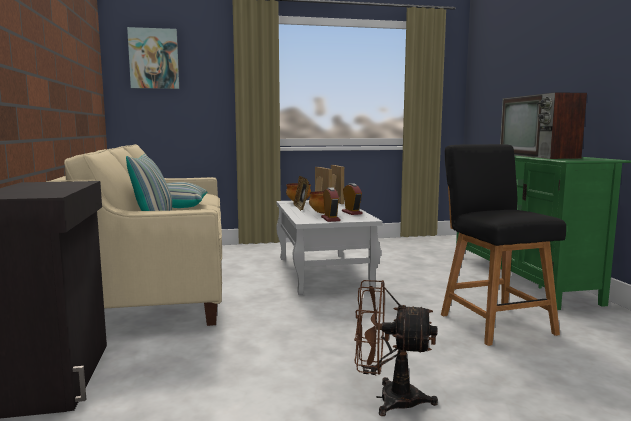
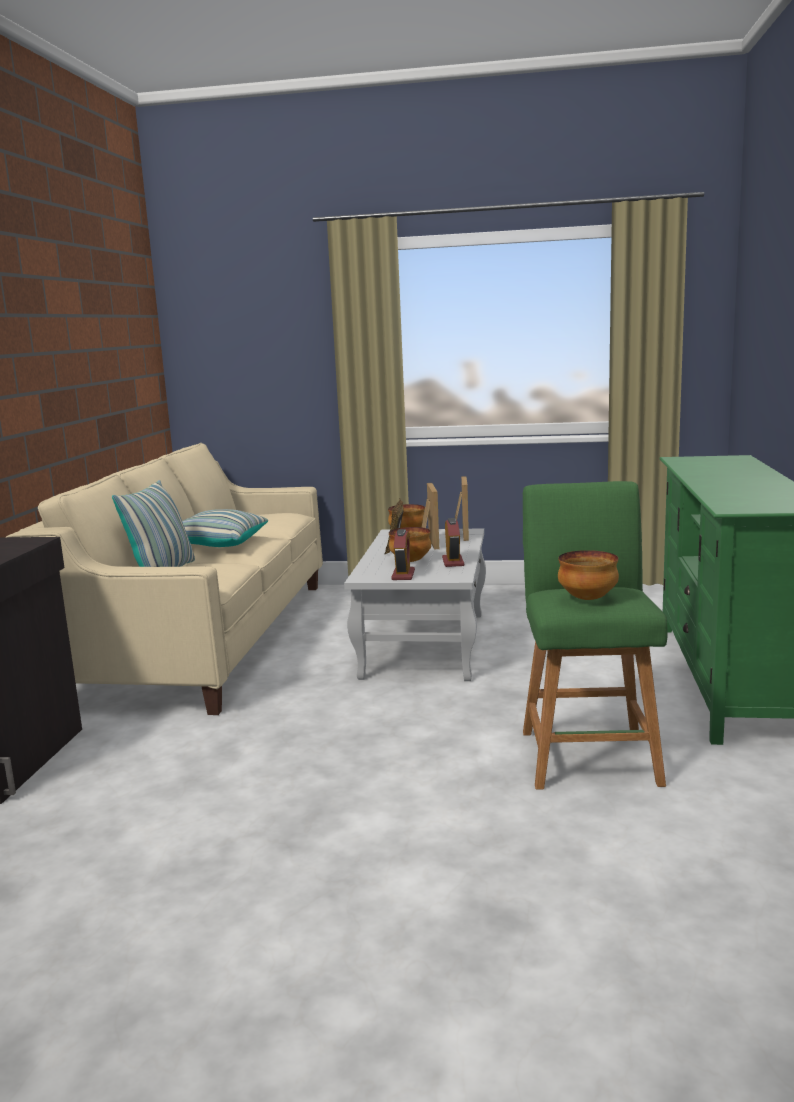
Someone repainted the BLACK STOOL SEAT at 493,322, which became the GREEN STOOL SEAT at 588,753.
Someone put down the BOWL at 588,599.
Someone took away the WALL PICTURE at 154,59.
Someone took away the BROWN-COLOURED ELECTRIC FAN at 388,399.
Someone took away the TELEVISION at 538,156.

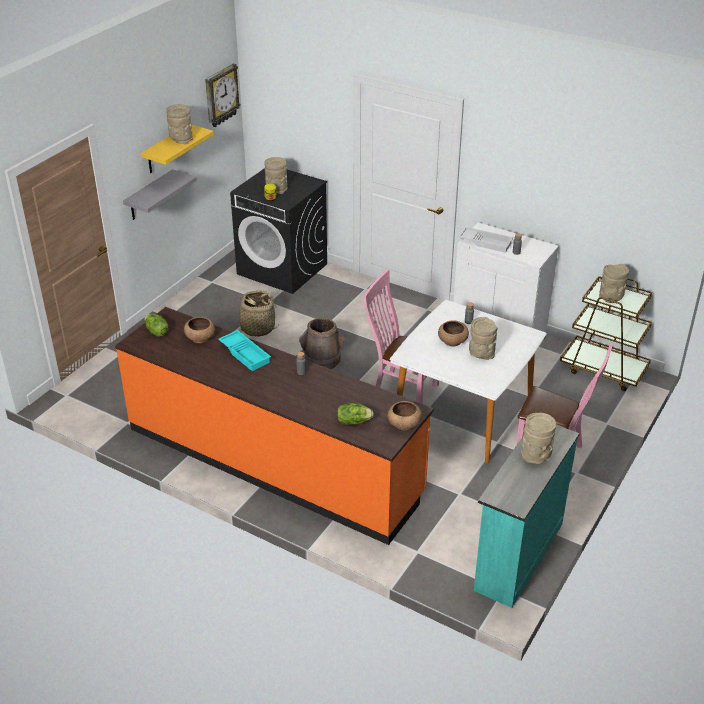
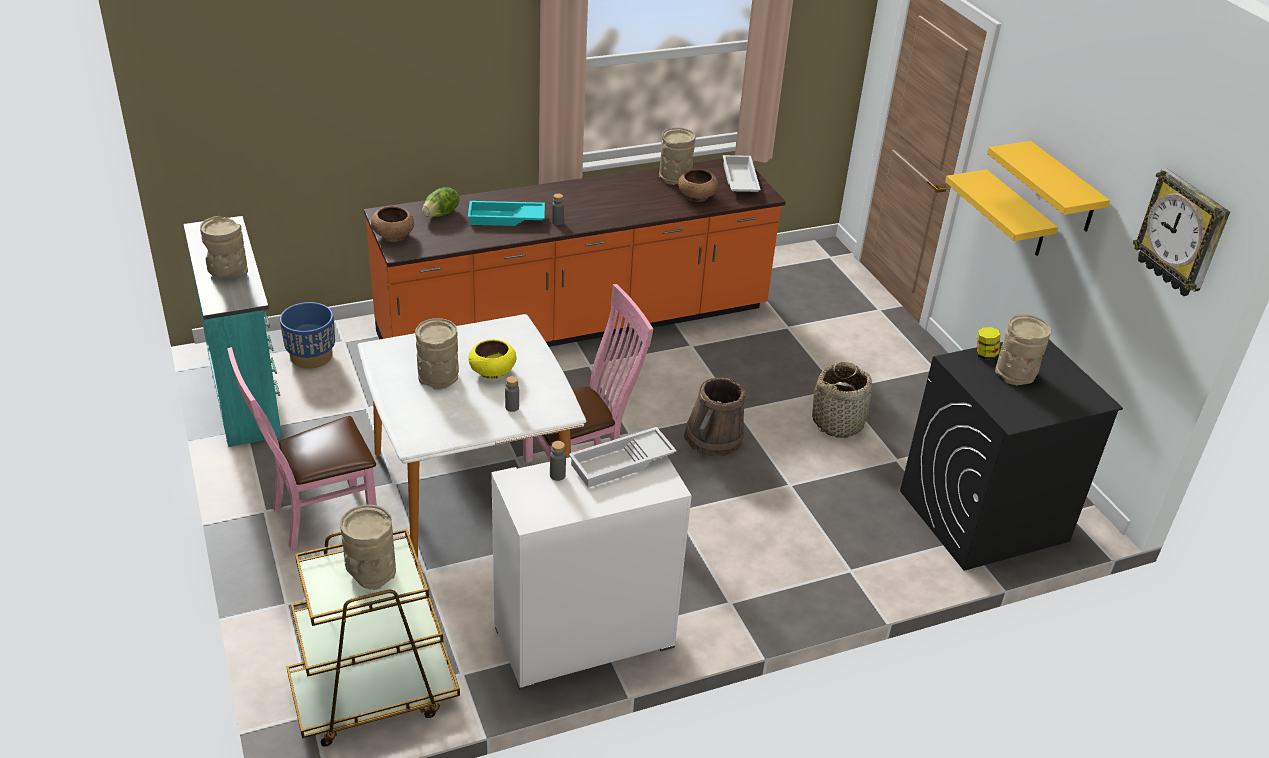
Someone put down the BLUISH PLANT POT at 311,356.
Someone carried the TURQUOISE-COLOURED SERVING TRAY from 245,353 to 505,219.
Someone repainted the BROWN-COLOURED BOWL at 452,341, which became the YELLOW BOWL at 492,371.
Someone carried the BEIGE-COLOURED VASE from 181,139 to 675,177.
Someone swapped the HEAD OF LETTUCE at 156,332 for the WHITE SERVING TRAY at 739,180.
Someone repainted the GRAY SHELF at 149,196, which became the YELLOW SHELF at 1016,215.

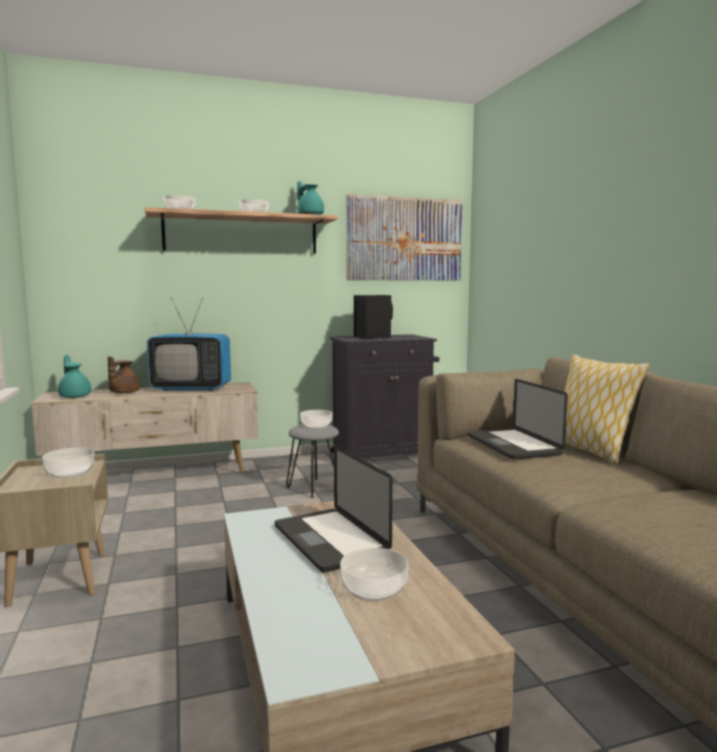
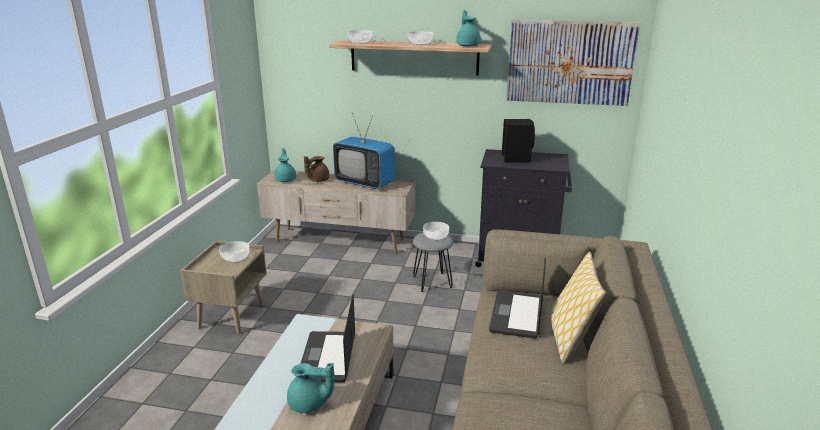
Someone swapped the BOWL at 374,590 for the TURQUOISE-COLOURED TEAPOT at 309,404.

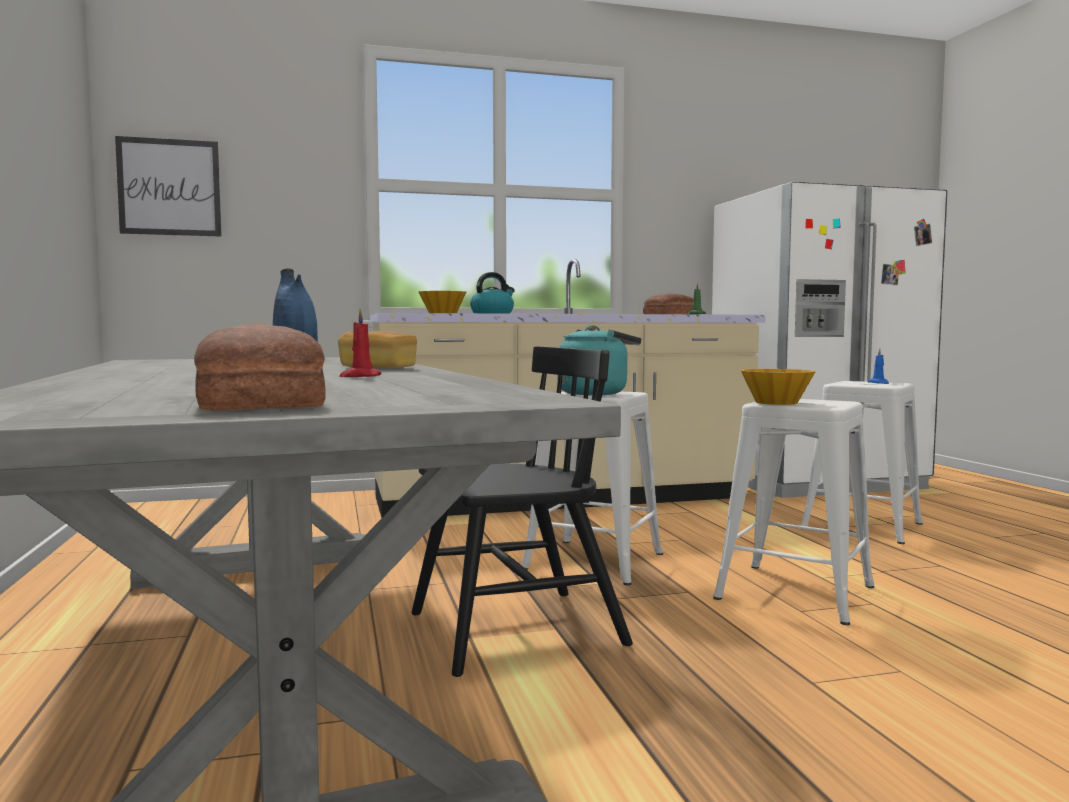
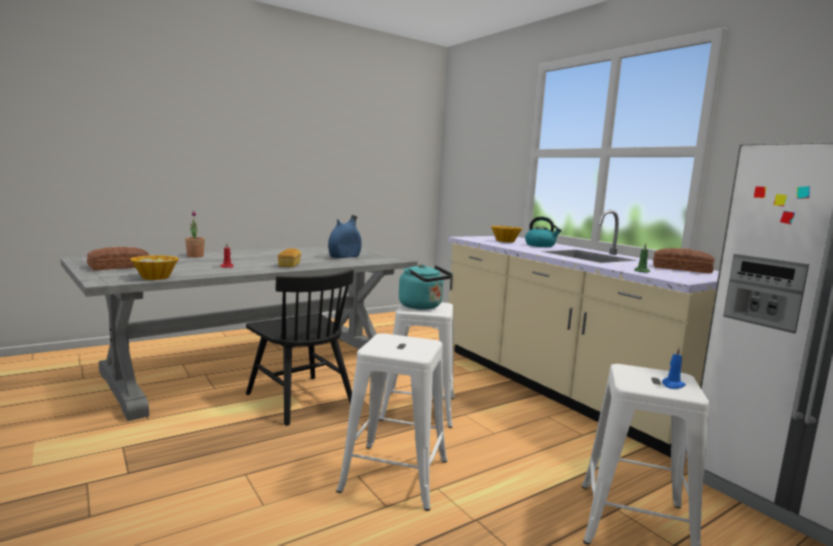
Someone carried the BOWL from 776,402 to 155,277.
Someone put down the PLANT IN A POT at 195,256.
Someone took away the WALL PICTURE at 169,187.

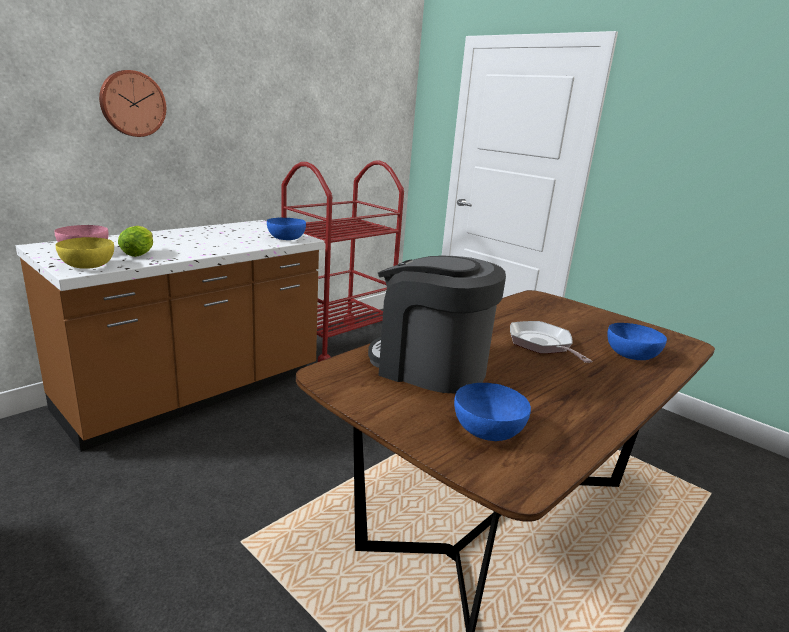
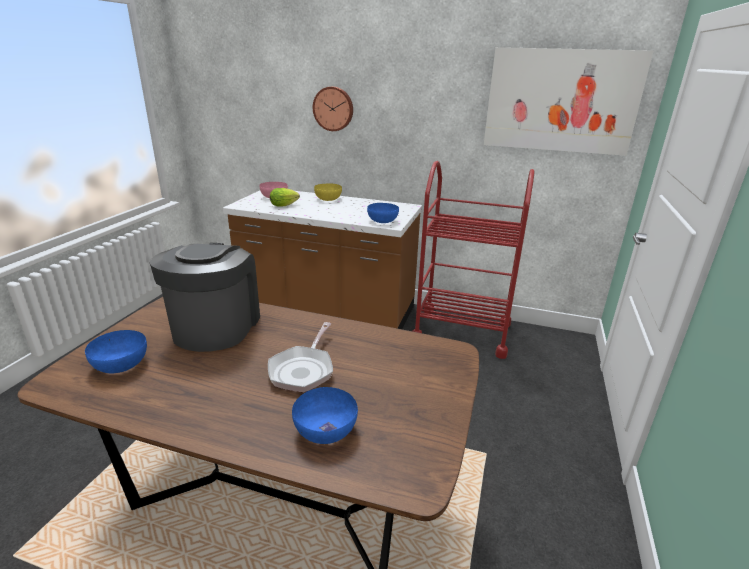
Someone rotated the SKILLET at 542,345 by 150 degrees clockwise.
Someone carried the YELLOW BOWL from 87,265 to 328,199.
Someone put up the WALL PICTURE at 561,101.

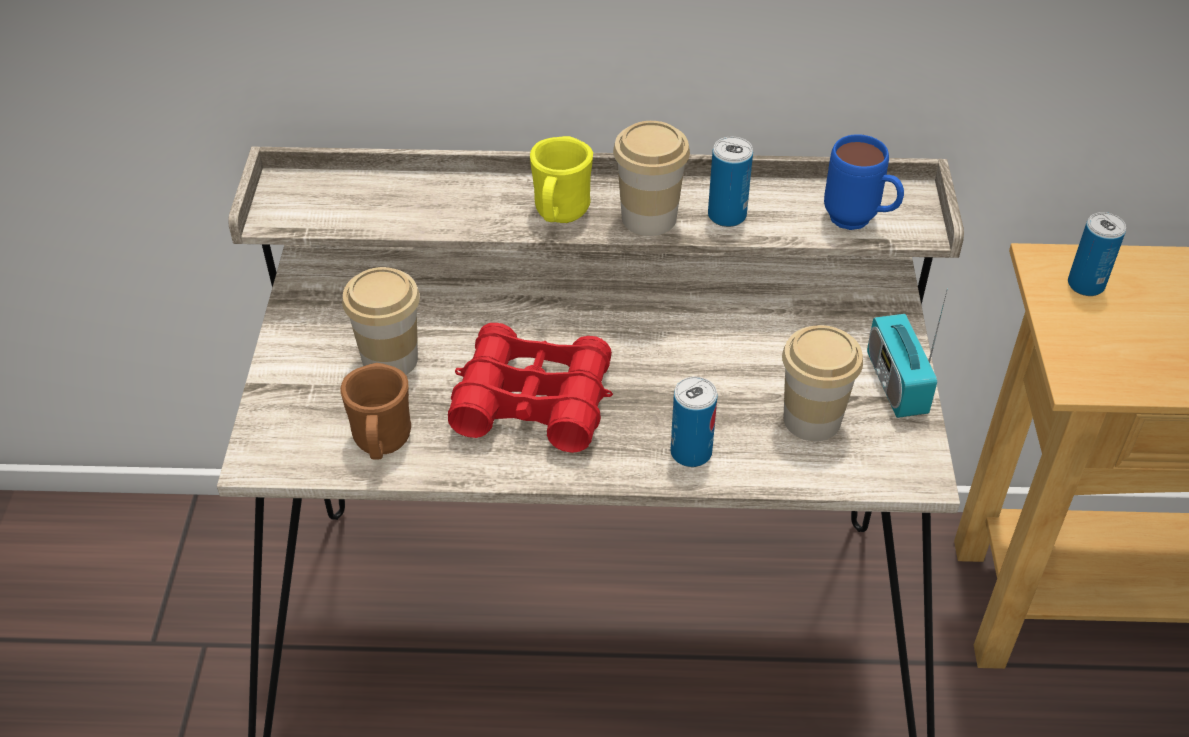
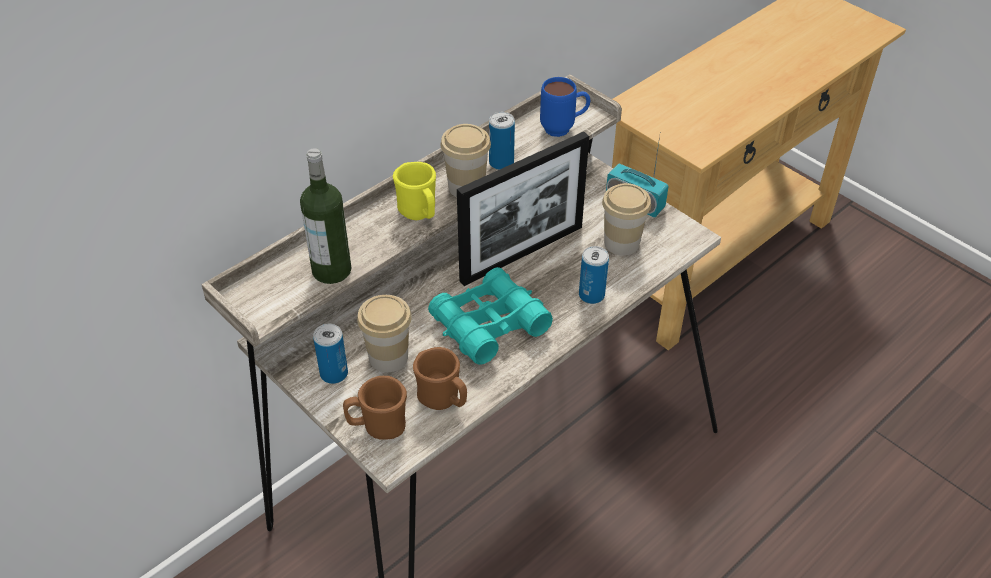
Someone put down the BEVERAGE BOTTLE at 331,270.
Someone carried the SEALED CAN from 1085,285 to 334,373.
Someone put down the BROWN-COLOURED TEA MUG at 378,426.
Someone repainted the RED-COLOURED FIELD GLASSES at 533,401, which became the TURQUOISE-COLOURED FIELD GLASSES at 489,325.
Someone put down the PICTURE FRAME at 522,253.

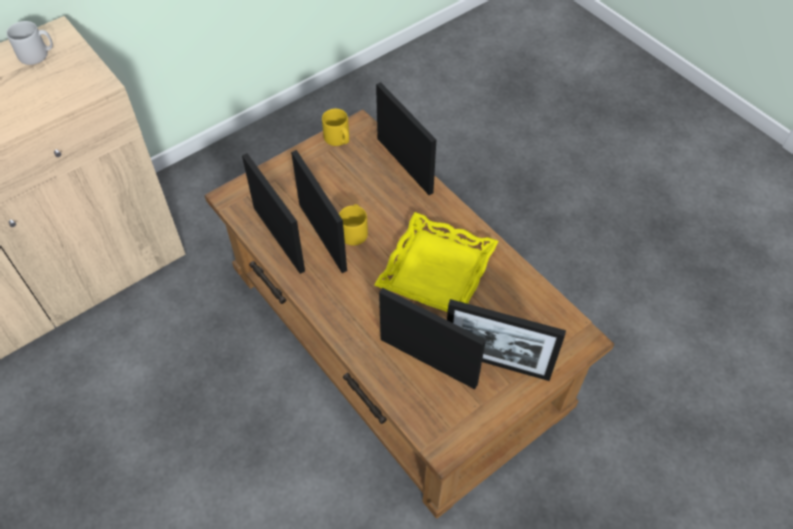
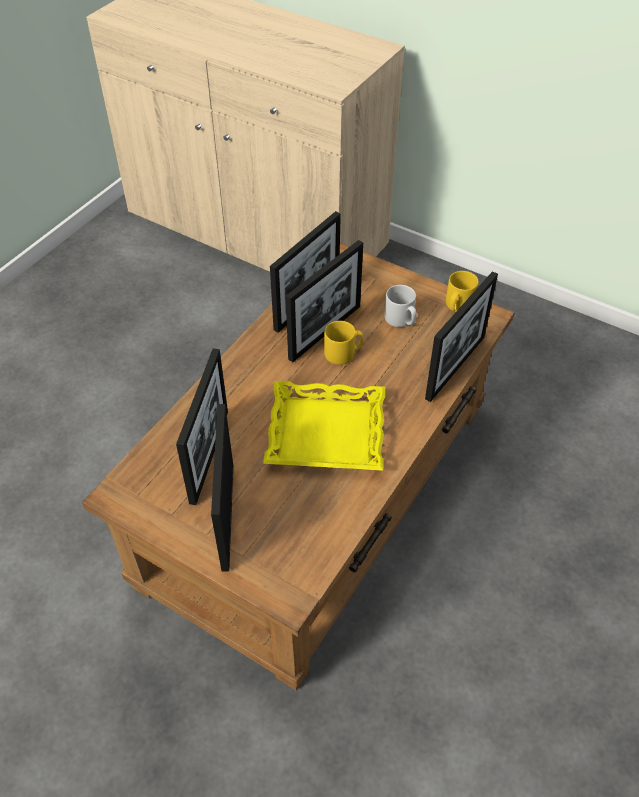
Someone carried the GRAY TEA MUG from 37,55 to 401,320.

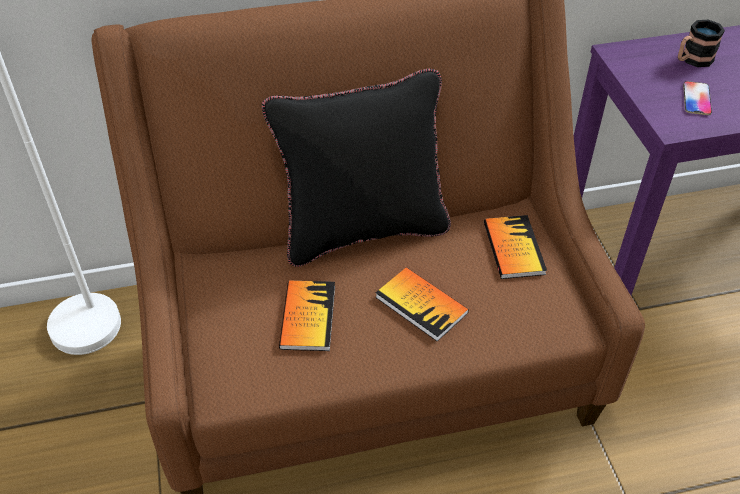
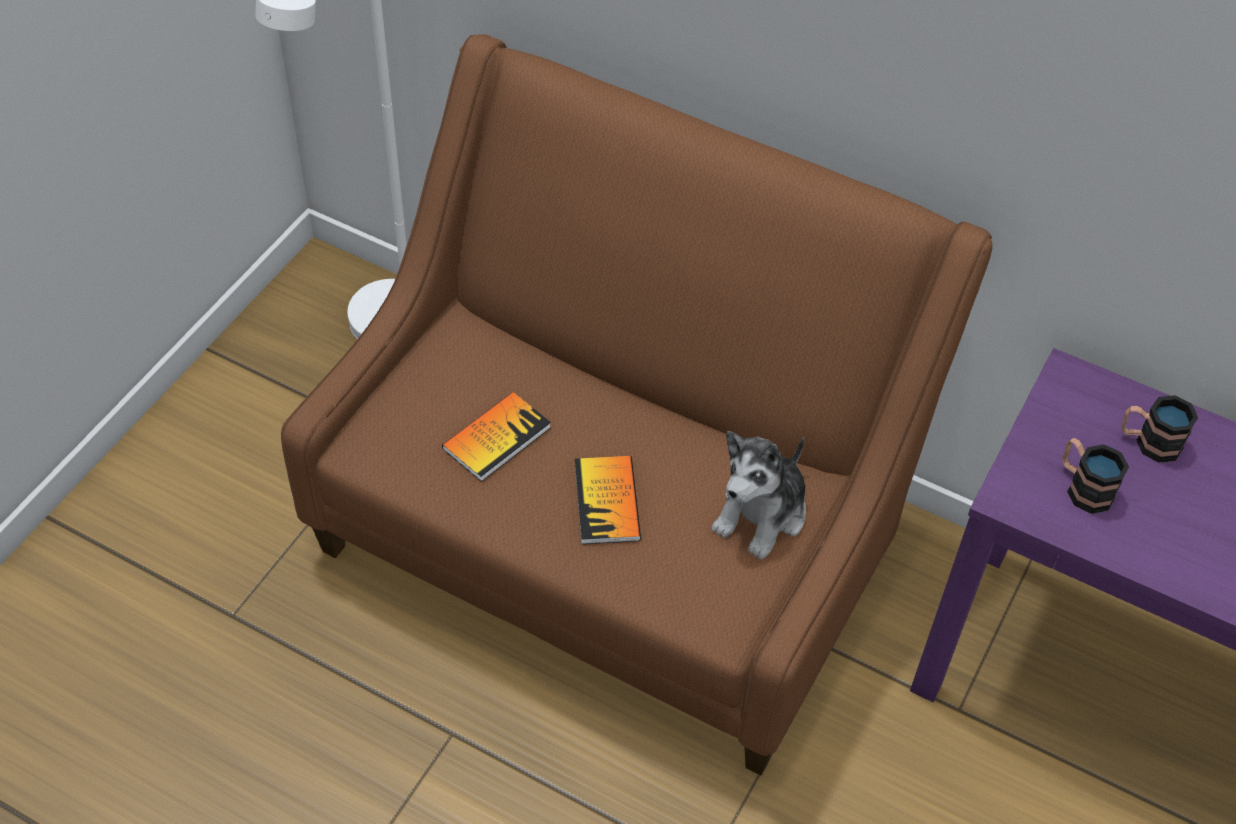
Someone swapped the BOUND BOOK at 513,248 for the CUDDLY TOY at 762,514.
Someone swapped the HANDSET at 696,99 for the TEA MUG at 1083,487.
Someone took away the BLACK CUSHION at 363,230.

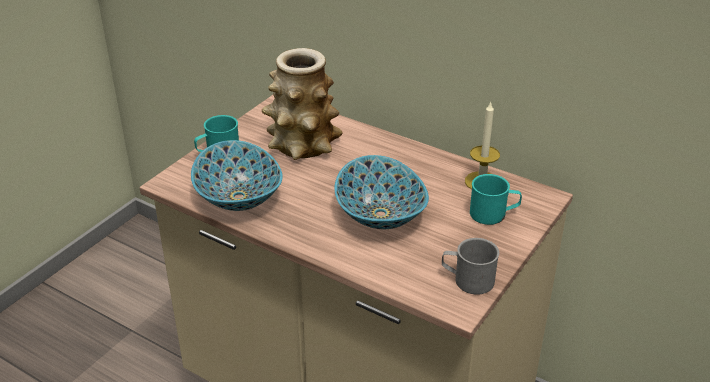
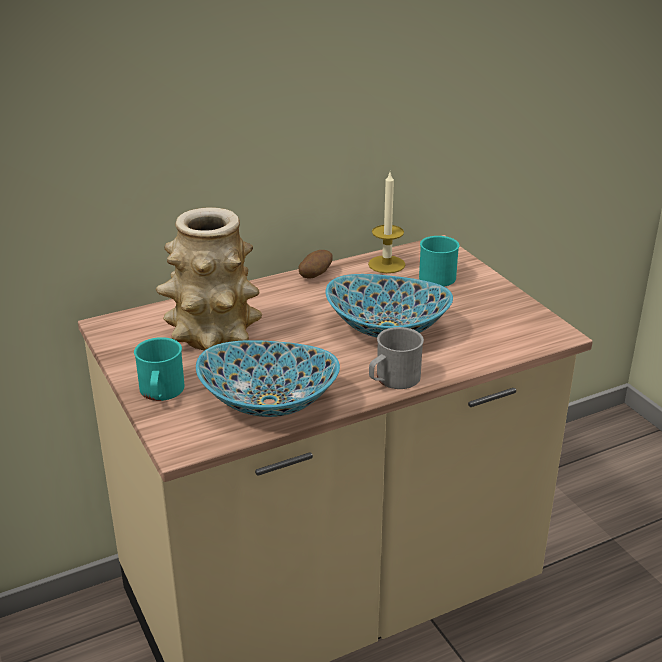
Someone put down the WHOLE POTATO at 315,275.
Someone carried the GRAY TEA MUG from 467,280 to 392,380.

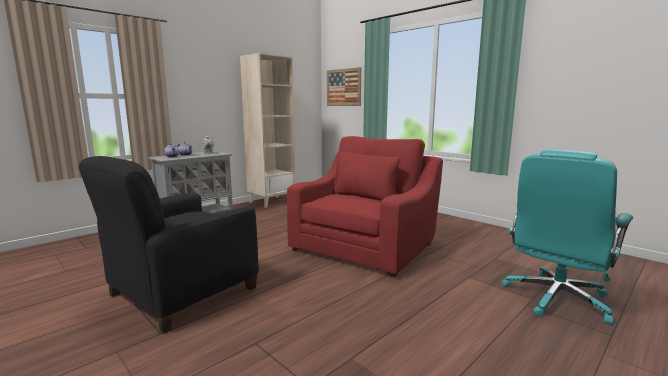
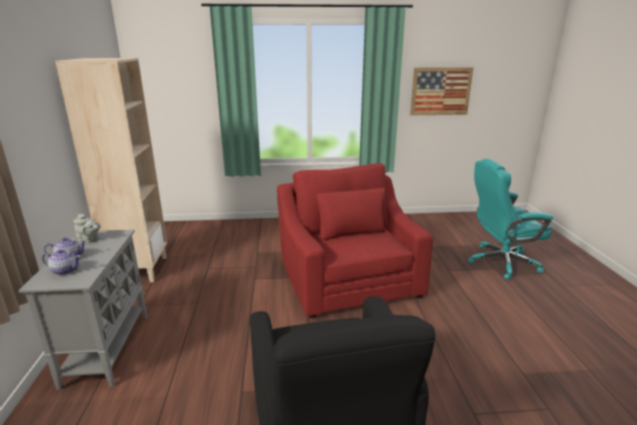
Someone carried the WALL PICTURE from 343,87 to 440,91.
Someone rotated the TURQUOISE-COLOURED DESK CHAIR at 556,299 by 90 degrees clockwise.

